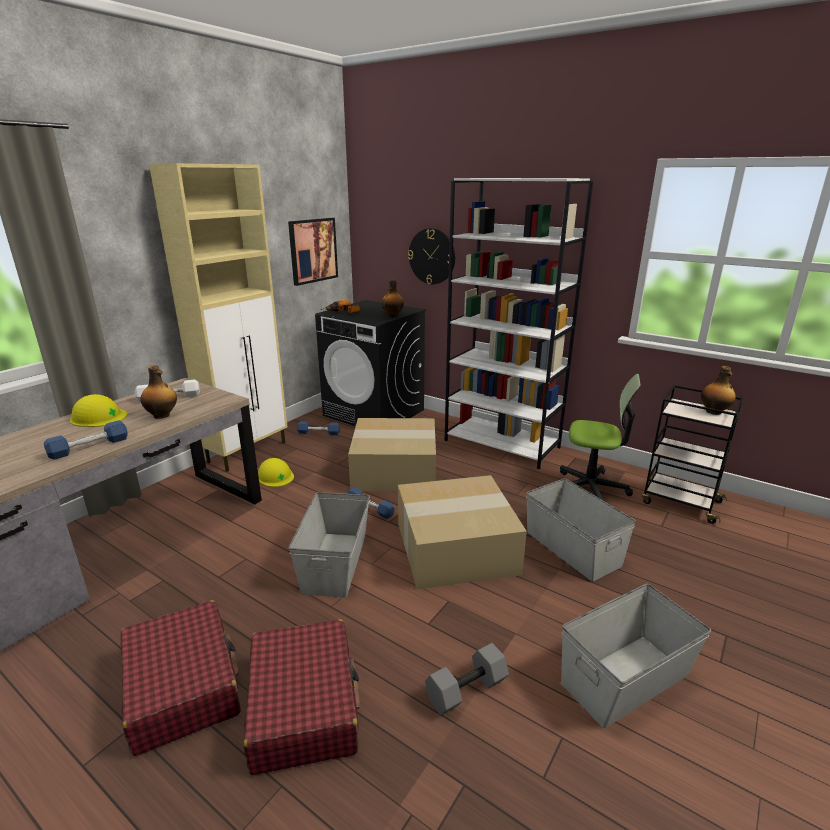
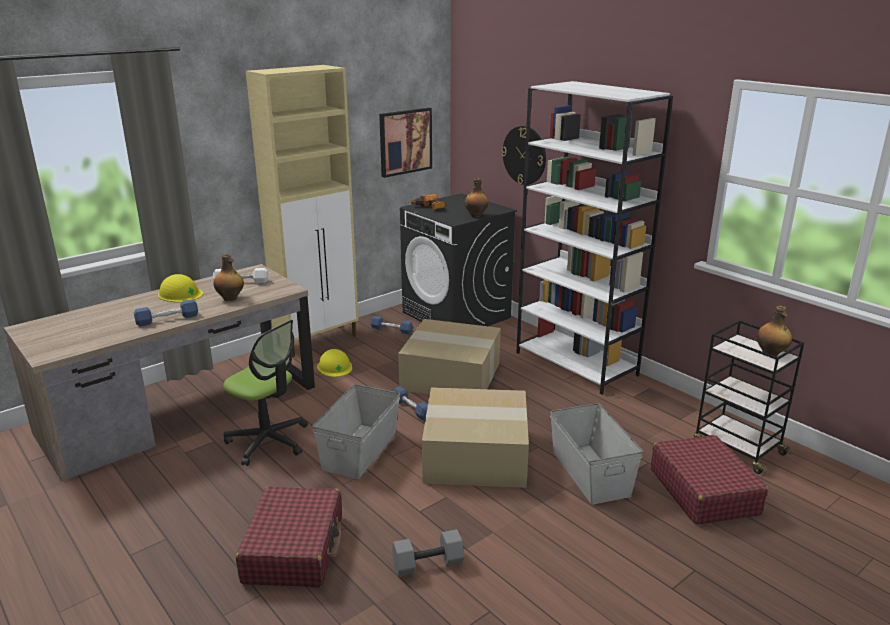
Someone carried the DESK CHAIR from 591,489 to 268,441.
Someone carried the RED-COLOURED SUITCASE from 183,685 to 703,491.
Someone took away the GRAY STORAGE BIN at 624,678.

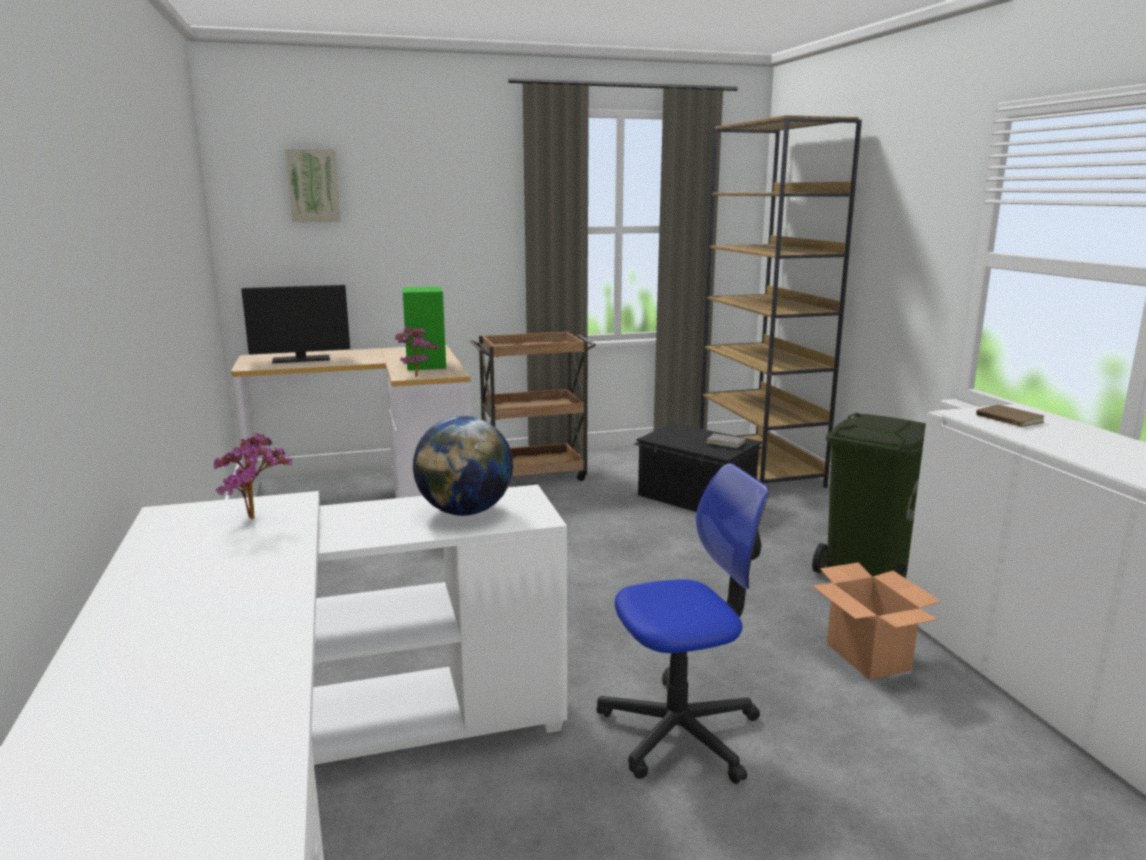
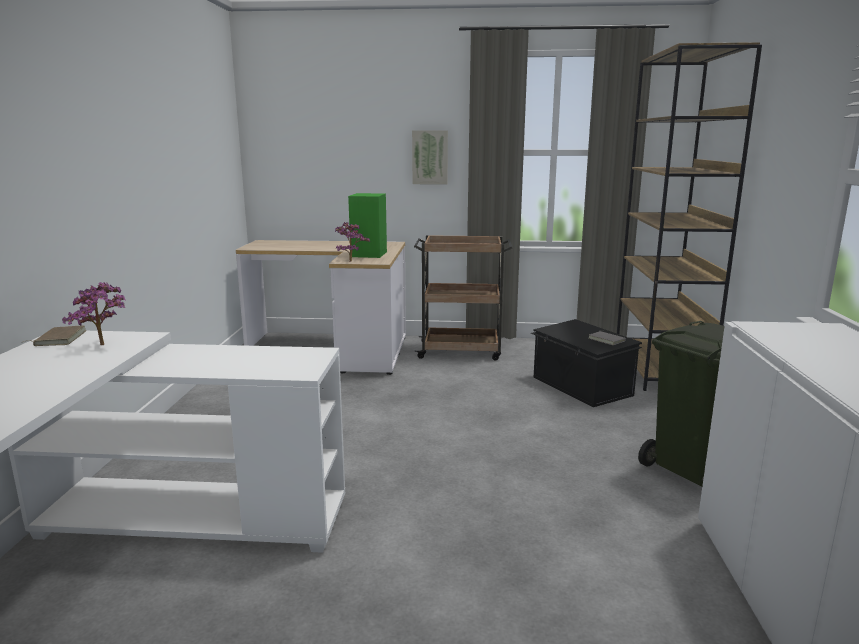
Someone carried the BROWN-COLOURED BOUND BOOK from 1007,419 to 59,339.
Someone carried the WALL PICTURE from 313,185 to 430,157.
Someone took away the COMPUTER SCREEN at 301,359.
Someone took away the WORLD GLOBE at 465,511.
Someone took away the DESK CHAIR at 680,731.
Someone took away the PACKING BOX at 868,657.

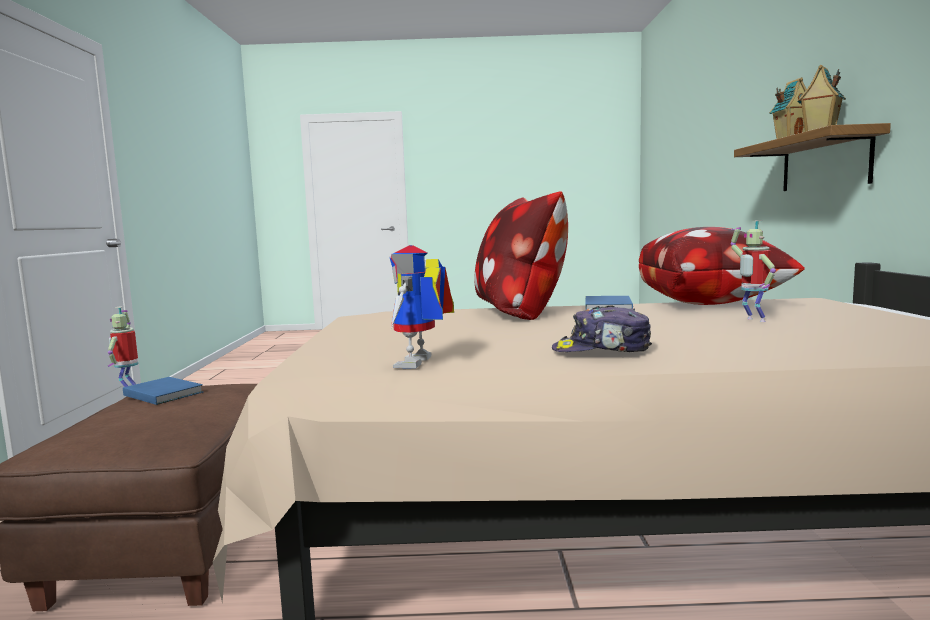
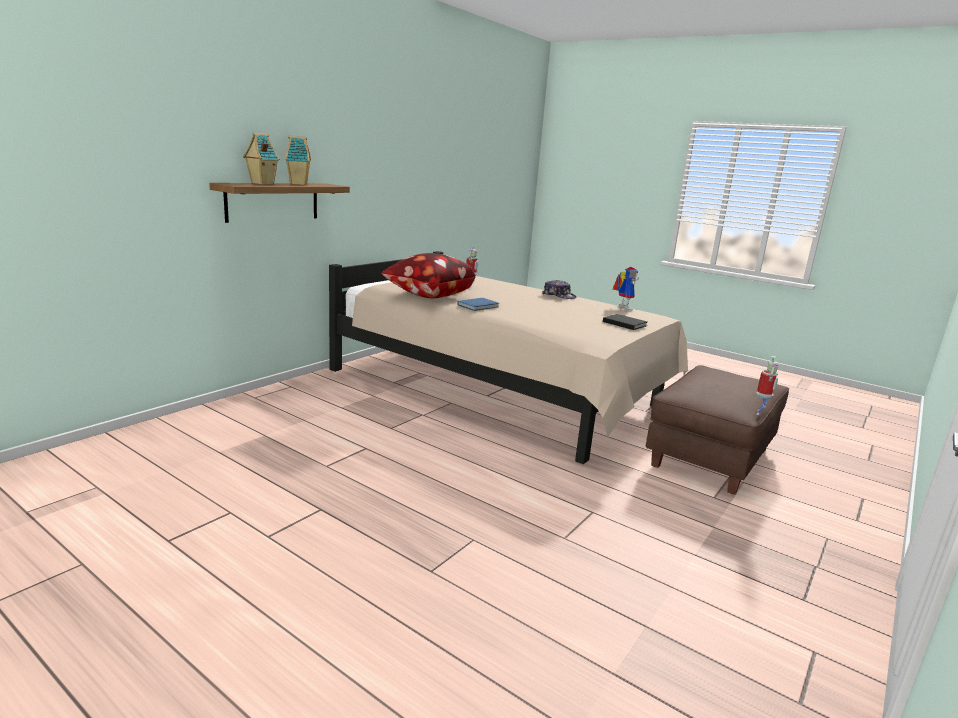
Someone put down the BLACK BOUND BOOK at 624,323.
Someone rotated the MODEL ROBOT at 420,364 by 60 degrees counterclockwise.
Someone took away the BLUISH BOUND BOOK at 163,393.
Someone took away the CUSHION at 520,312.

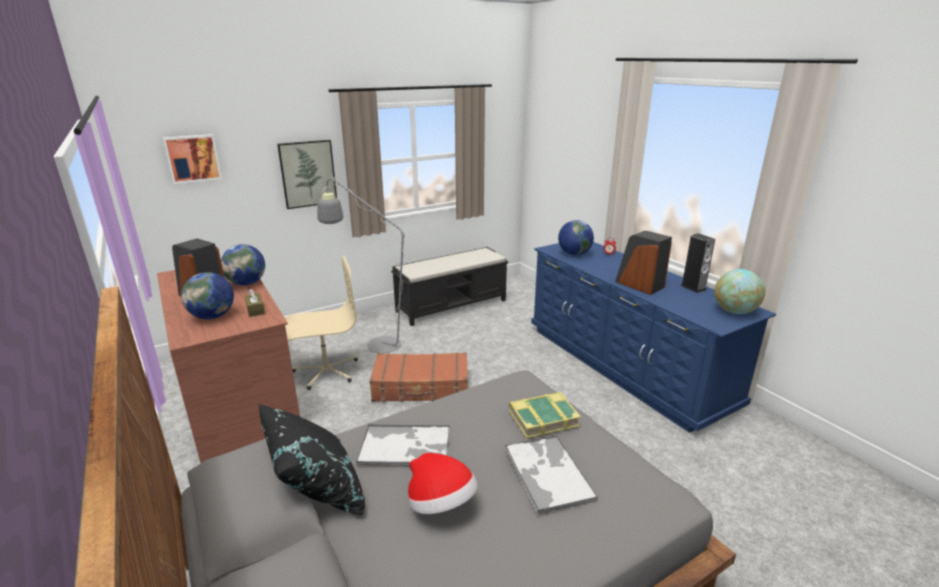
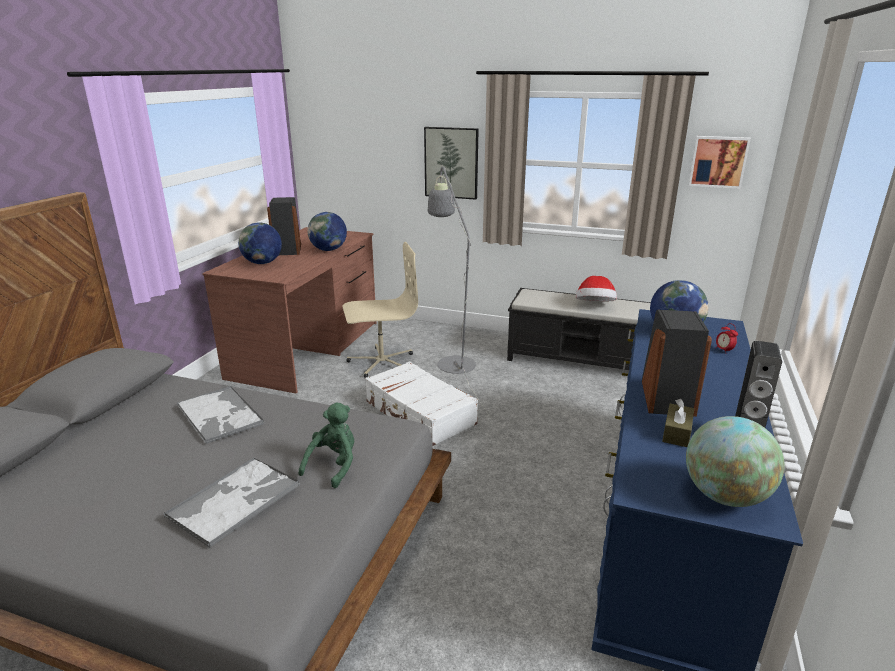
Someone swapped the BOUND BOOK at 542,418 for the GREEN CUDDLY TOY at 334,465.
Someone rotated the BEIGE-COLOURED DESK CHAIR at 326,371 by 45 degrees counterclockwise.
Someone repainted the BROWN-COLOURED SUITCASE at 421,387, which became the WHITE SUITCASE at 419,413.
Someone carried the CLOTHING HAT from 441,504 to 594,306.
Someone carried the BROWN-COLOURED TISSUE HOLDER from 255,310 to 677,433.
Someone carried the WALL PICTURE from 193,158 to 718,161.
Someone took away the BLACK CUSHION at 317,491.

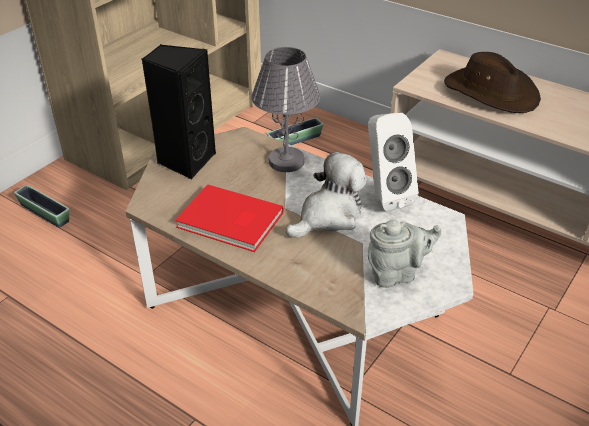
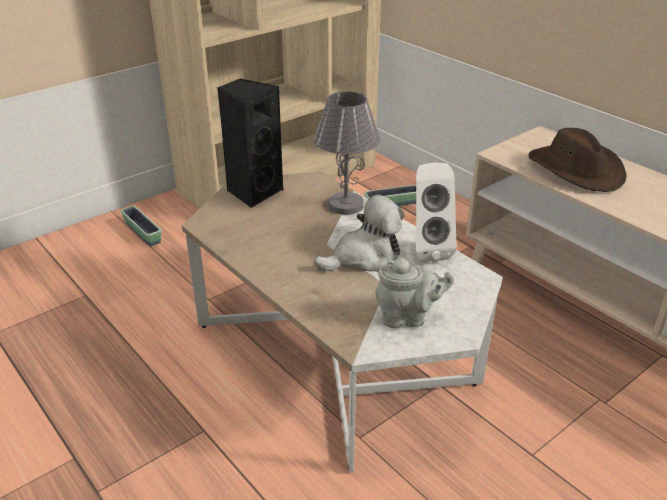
Someone took away the RED-COLOURED BOUND BOOK at 230,222.

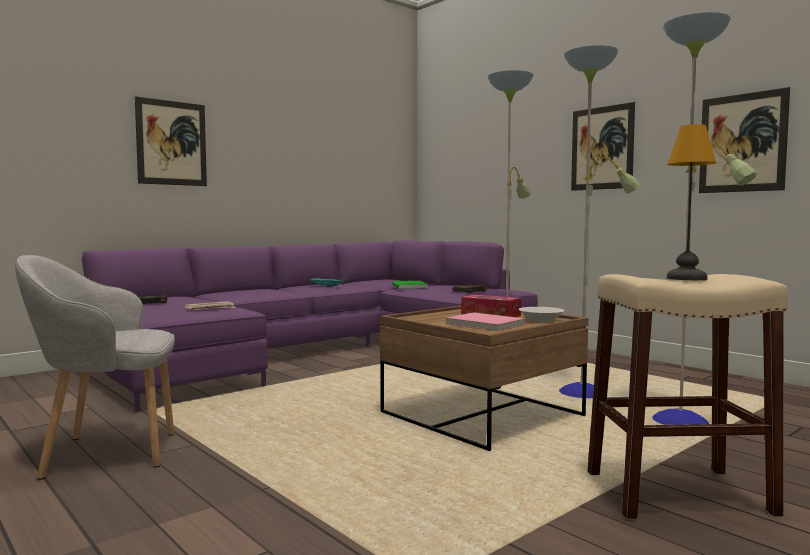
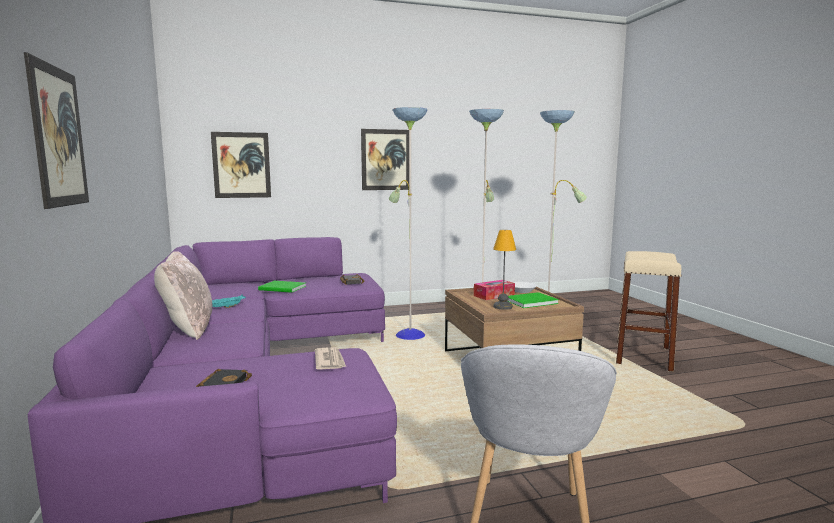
Someone put down the BEIGE-COLOURED CUSHION at 187,328.
Someone carried the WALL PICTURE from 742,143 to 241,165.
Someone carried the TABLE LAMP from 687,278 to 502,306.
Someone repainted the PINKISH BOUND BOOK at 484,324, which became the GREEN BOUND BOOK at 529,301.

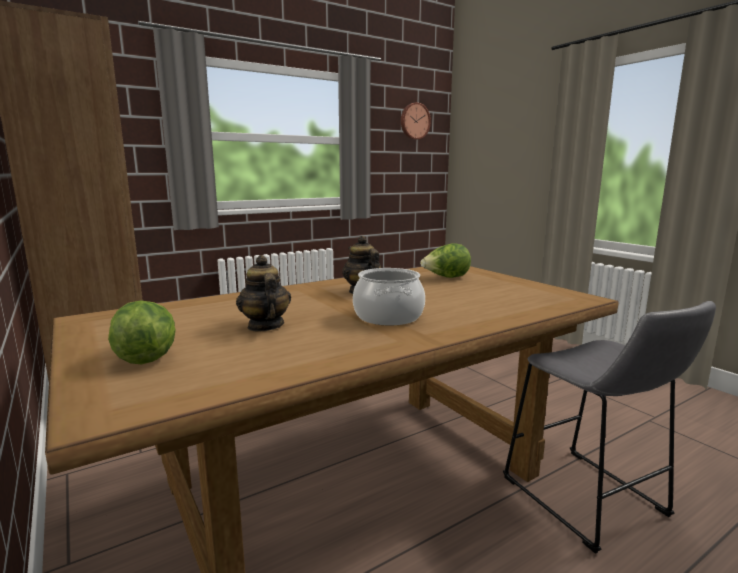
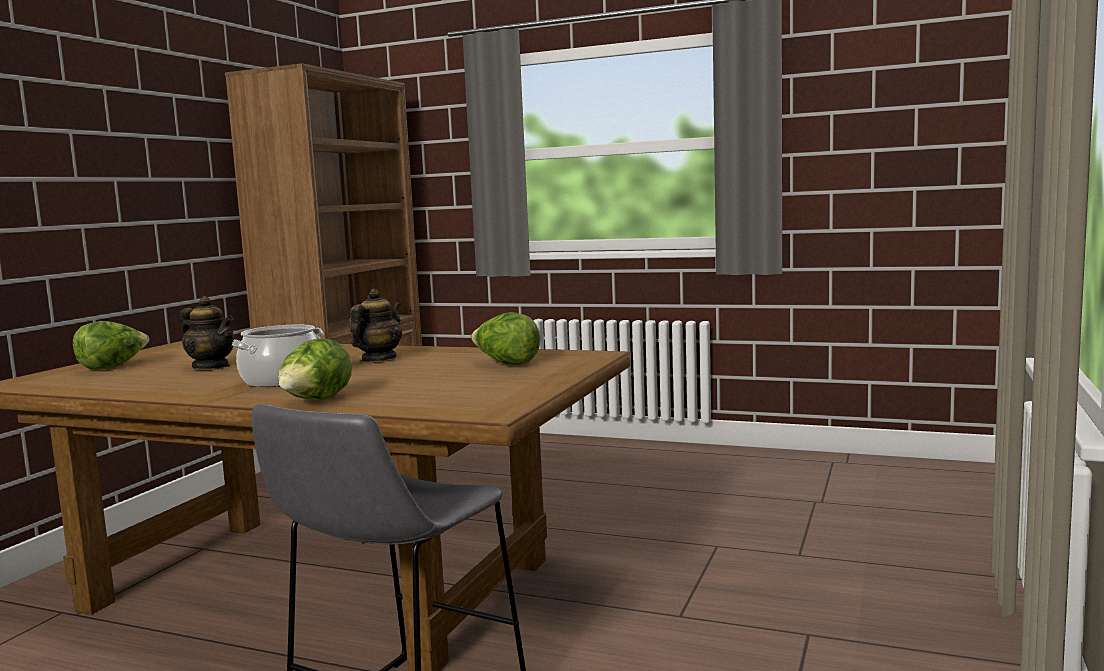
Someone rotated the TEAPOT at 265,326 by 90 degrees clockwise.
Someone put down the HEAD OF LETTUCE at 316,402.
Someone took away the HANGING CLOCK at 414,121.

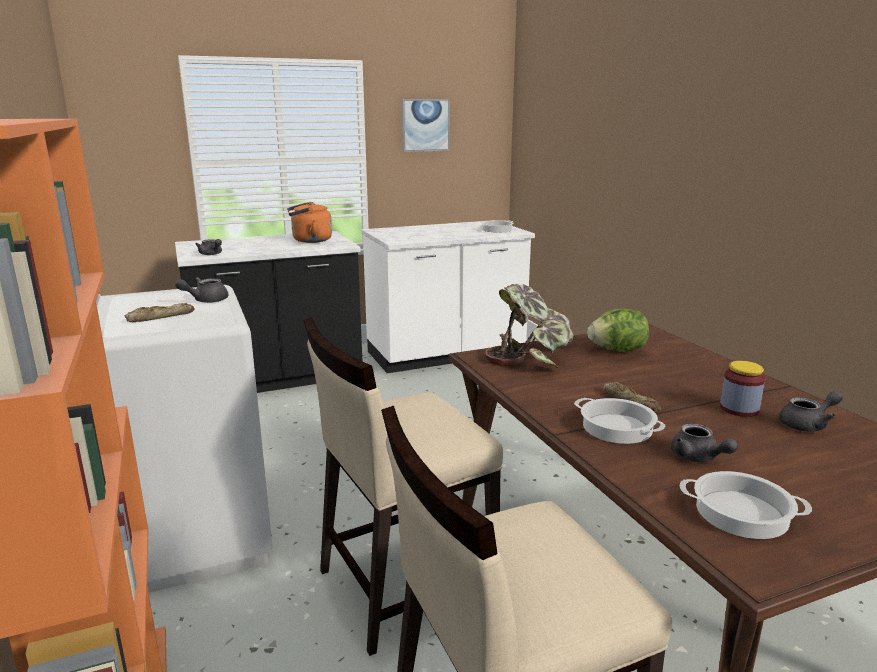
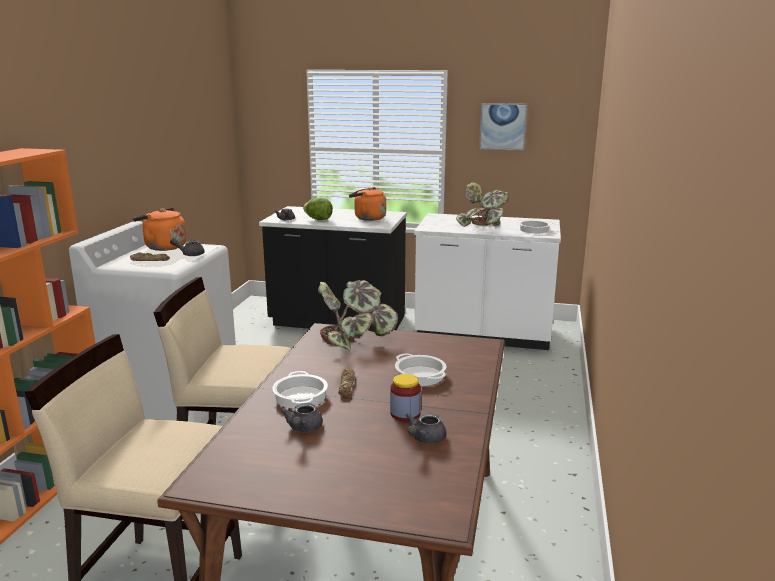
Someone put down the ORANGE-COLOURED TEA KETTLE at 163,247.
Someone carried the HEAD OF LETTUCE from 617,350 to 318,219.
Someone carried the COOKING POT from 742,512 to 421,375.
Someone rotated the GRAY TEAPOT at 807,425 by 105 degrees clockwise.
Someone put down the PLANT IN A POT at 483,226.

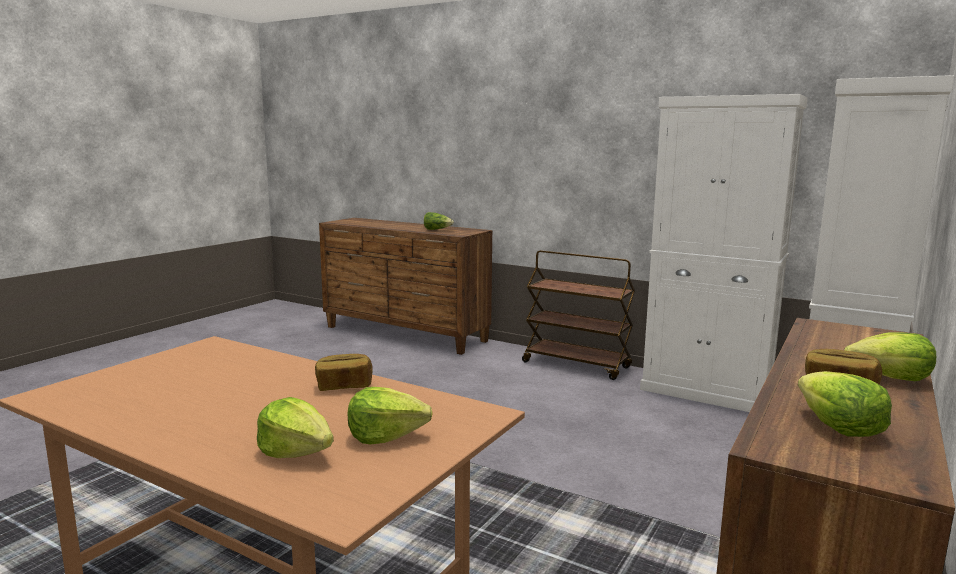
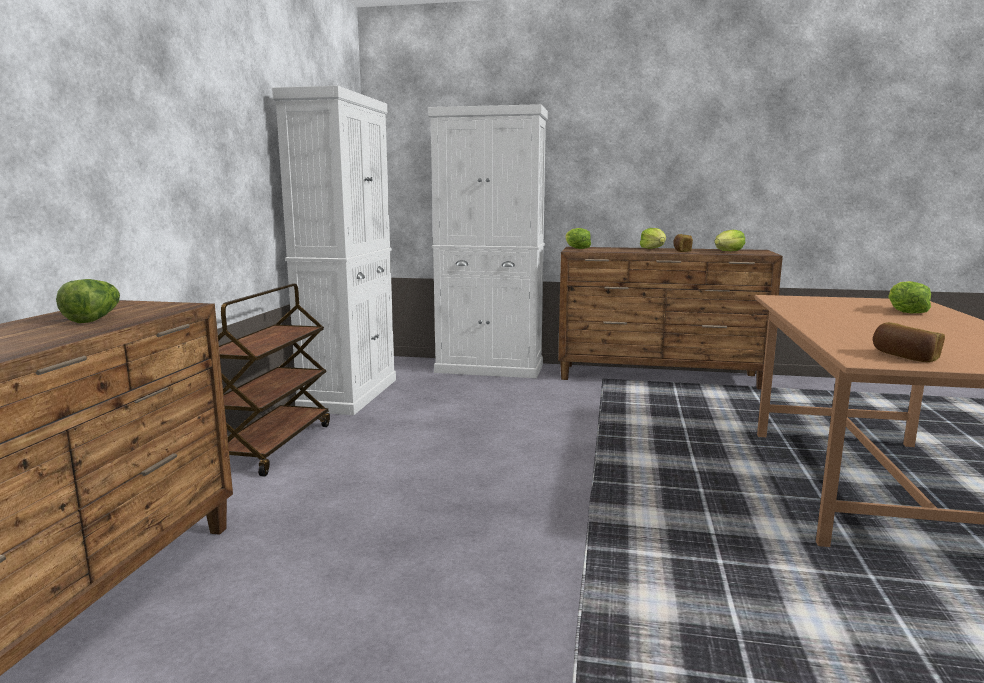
Someone carried the HEAD OF LETTUCE from 385,435 to 576,248.
Someone carried the BAKERY BREAD from 344,386 to 905,357.

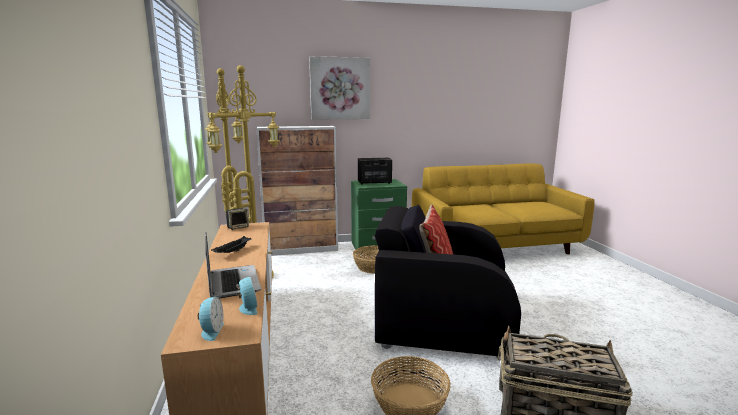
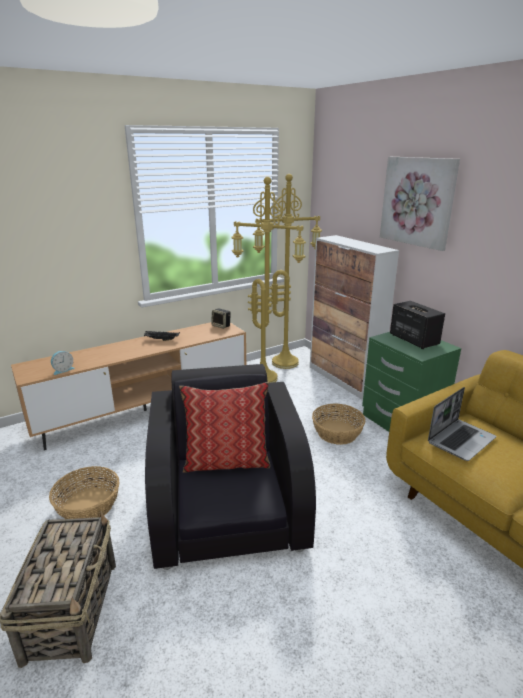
Someone carried the PORTABLE COMPUTER from 232,282 to 461,440.
Someone took away the ALARM CLOCK at 211,331.

